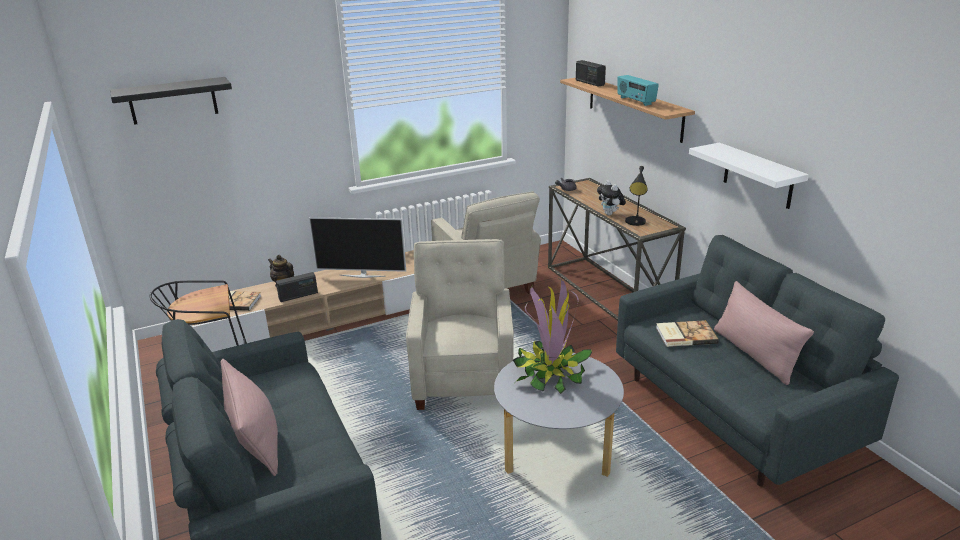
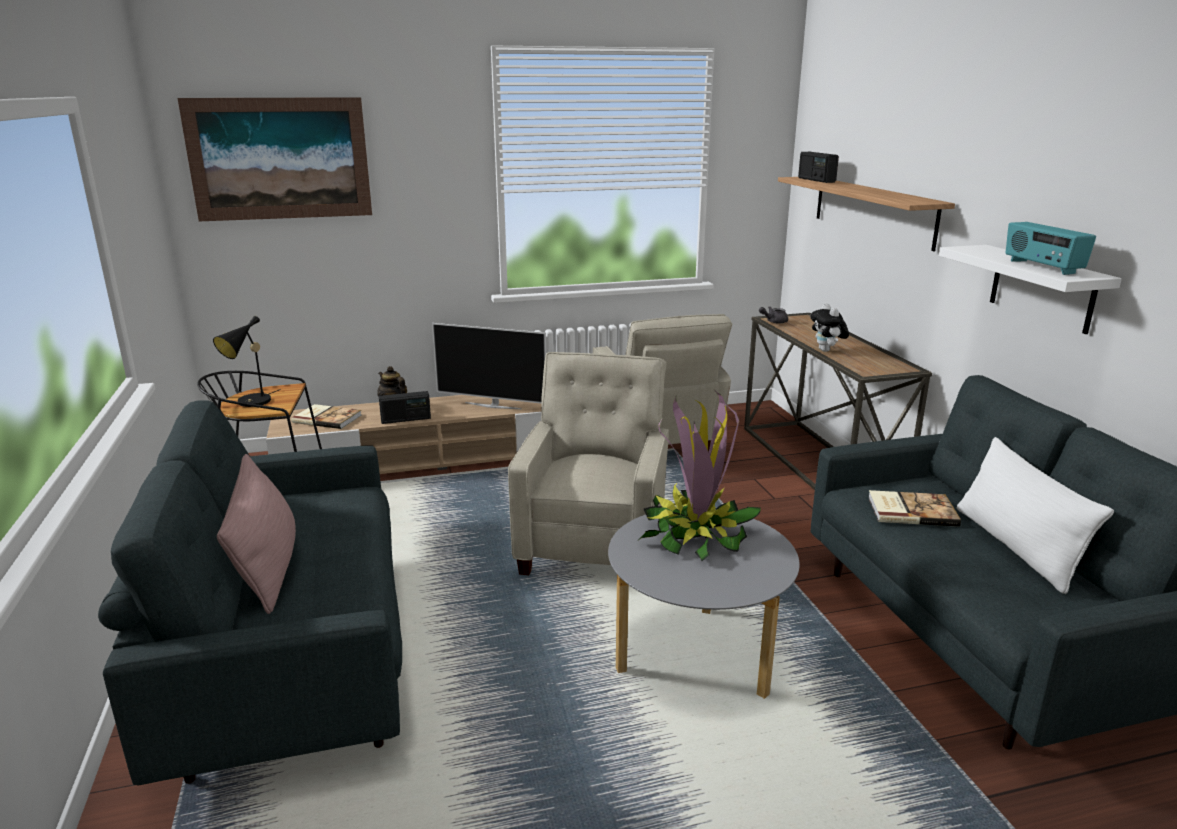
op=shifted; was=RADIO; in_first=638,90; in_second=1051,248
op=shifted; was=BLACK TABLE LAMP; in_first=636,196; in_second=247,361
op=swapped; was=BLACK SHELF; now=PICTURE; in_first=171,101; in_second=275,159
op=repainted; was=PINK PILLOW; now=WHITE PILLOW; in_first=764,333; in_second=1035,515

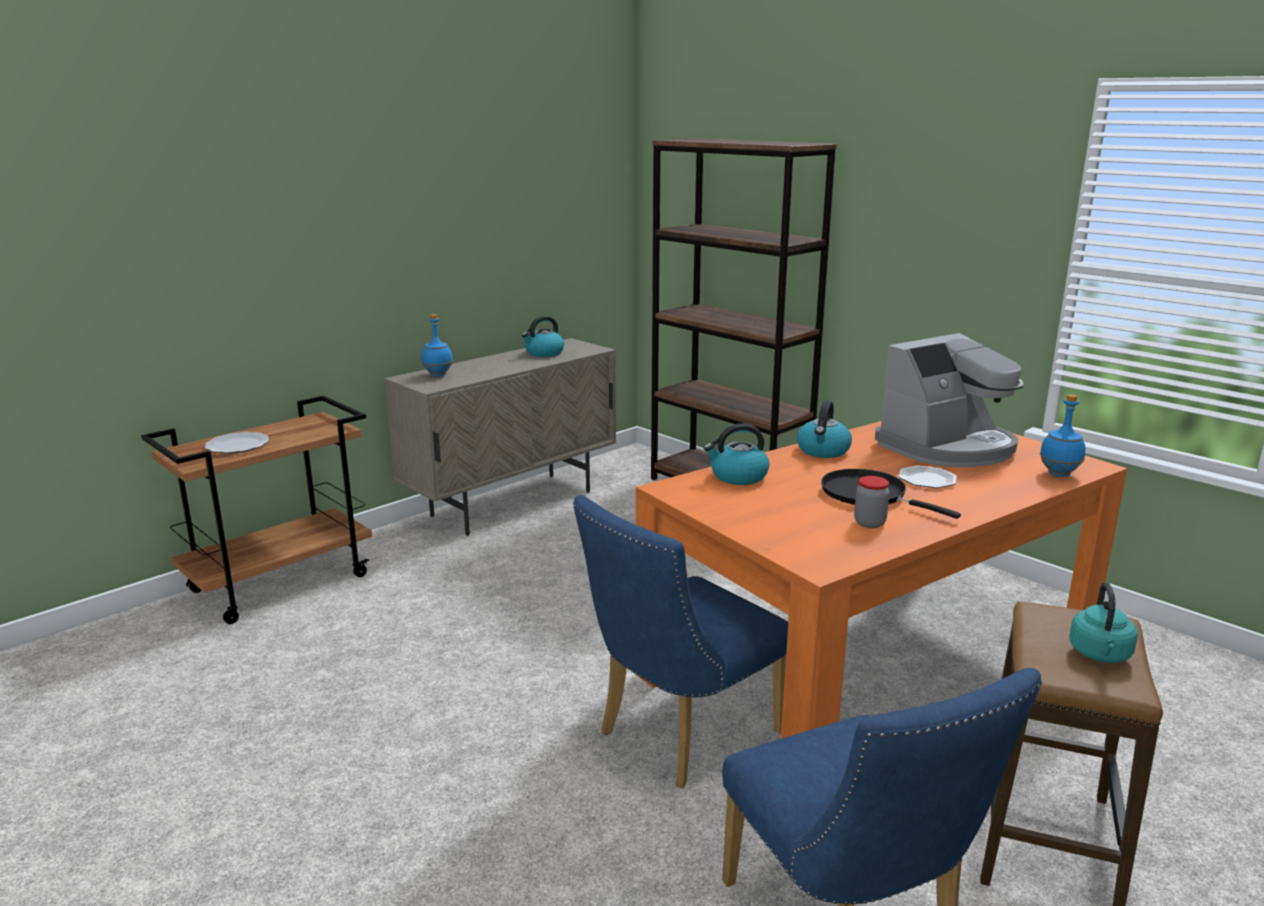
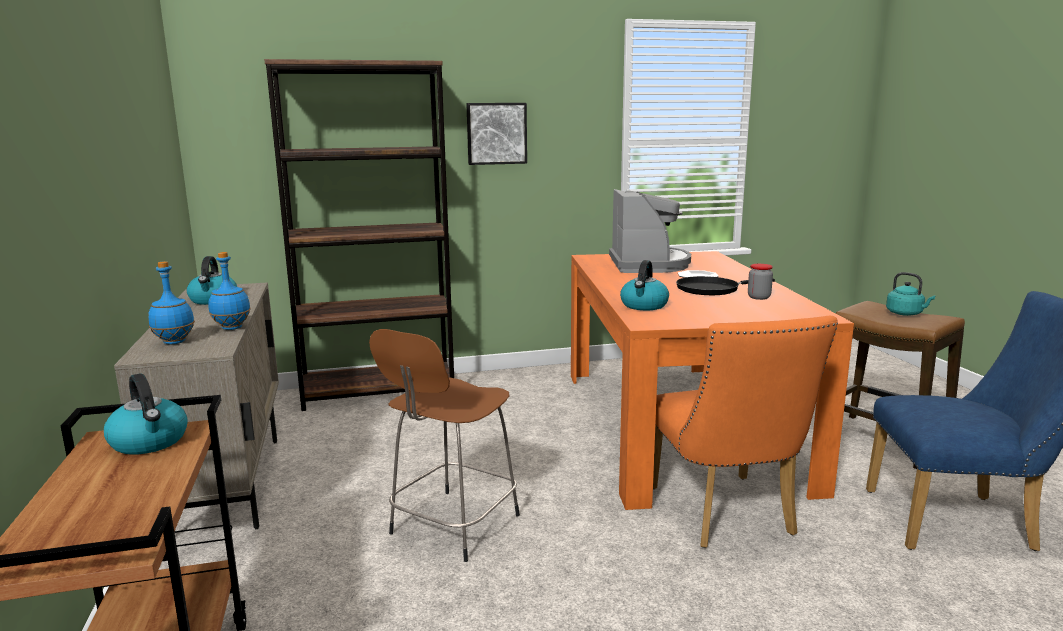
op=gone; was=PLATE; in_first=237,443
op=new; now=BROWN STOOL; in_second=444,445
op=new; now=PICTURE; in_second=496,134
op=shifted; was=KETTLE; in_first=824,429; in_second=146,414
op=shifted; was=BLUE BOTTLE; in_first=1063,435; in_second=229,291
op=repainted; was=BLUE CHAIR; now=ORANGE CHAIR; in_first=680,641; in_second=745,432

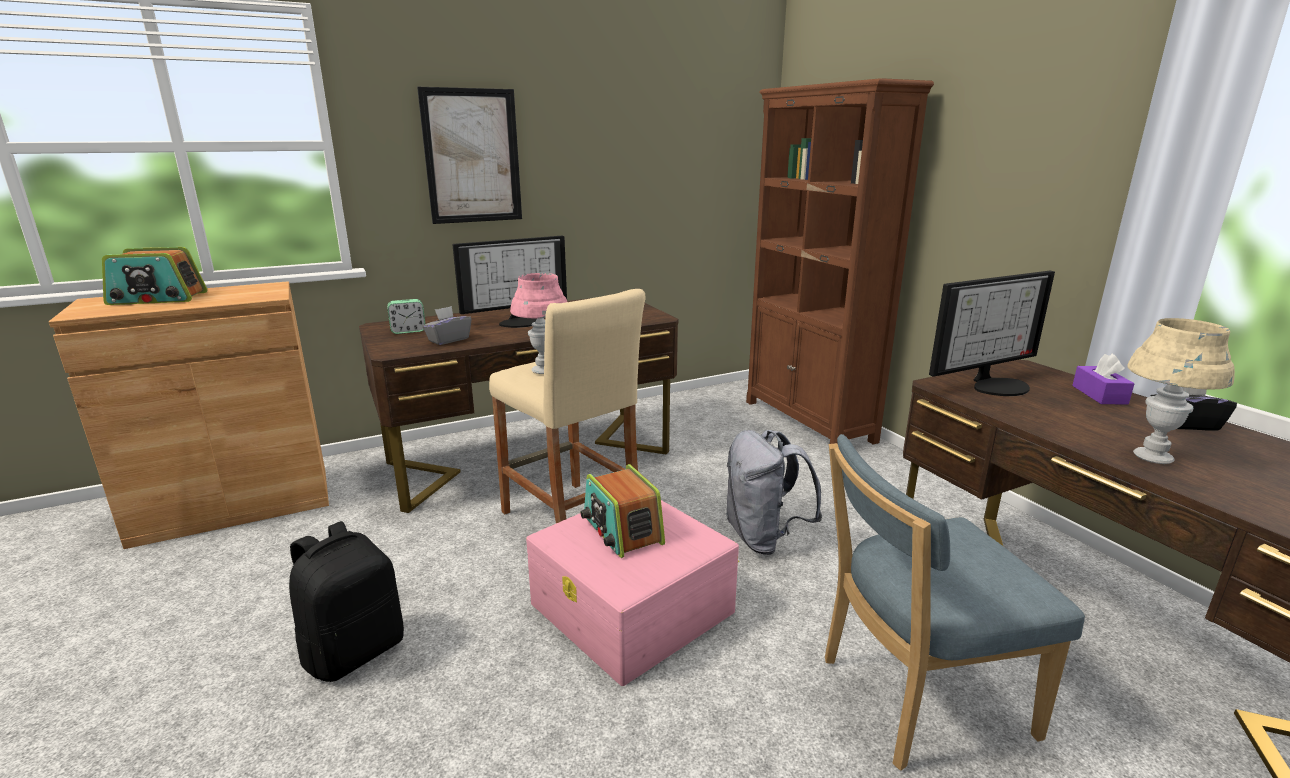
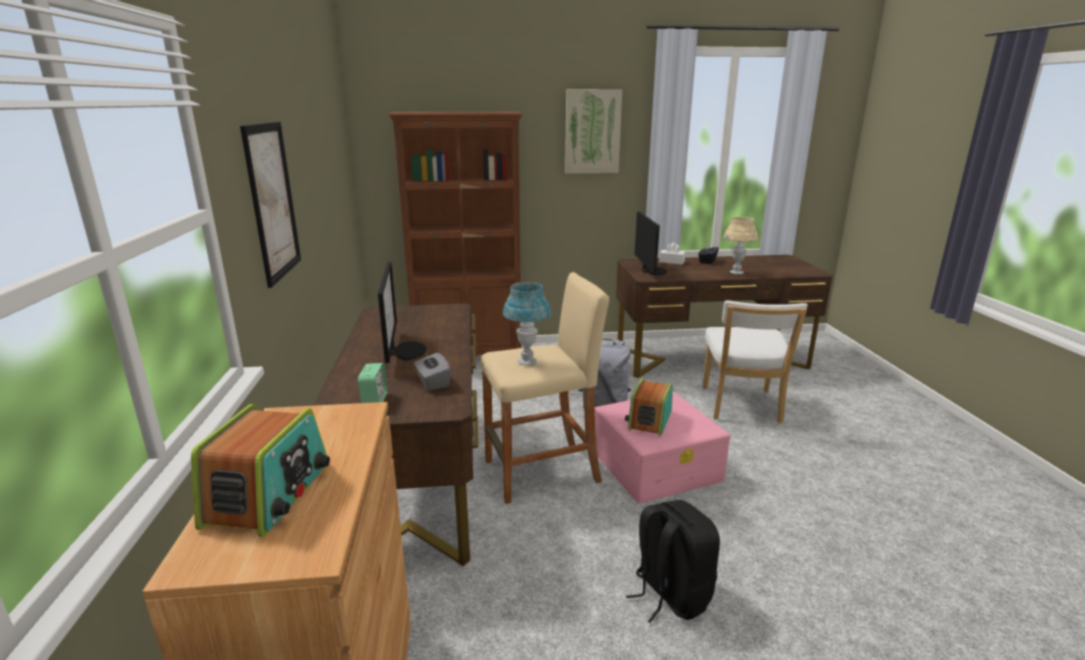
op=new; now=PICTURE; in_second=593,131
op=repainted; was=PINK TABLE LAMP; now=BLUE TABLE LAMP; in_first=538,323; in_second=527,323
op=repainted; was=BLUE CHAIR; now=WHITE CHAIR; in_first=955,602; in_second=755,361
op=repainted; was=PURPLE TISSUE BOX; now=WHITE TISSUE BOX; in_first=1103,379; in_second=672,253
op=rotated; was=RADIO; in_first=623,511; in_second=649,407; clockwise=120

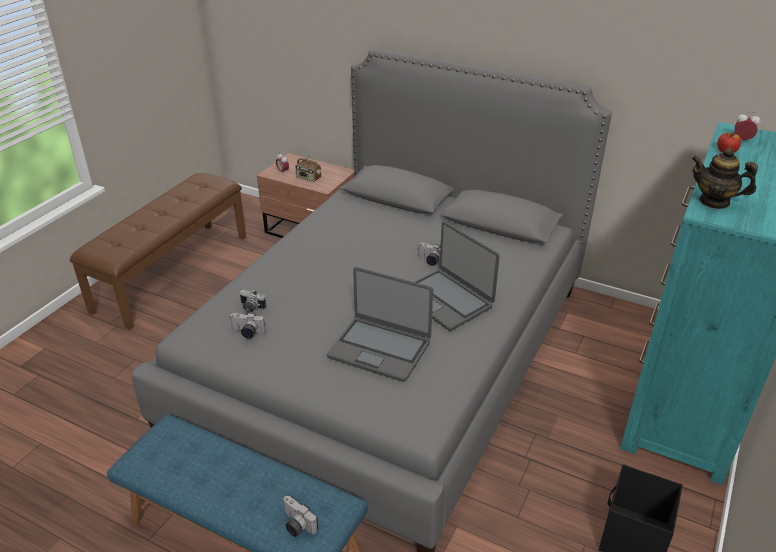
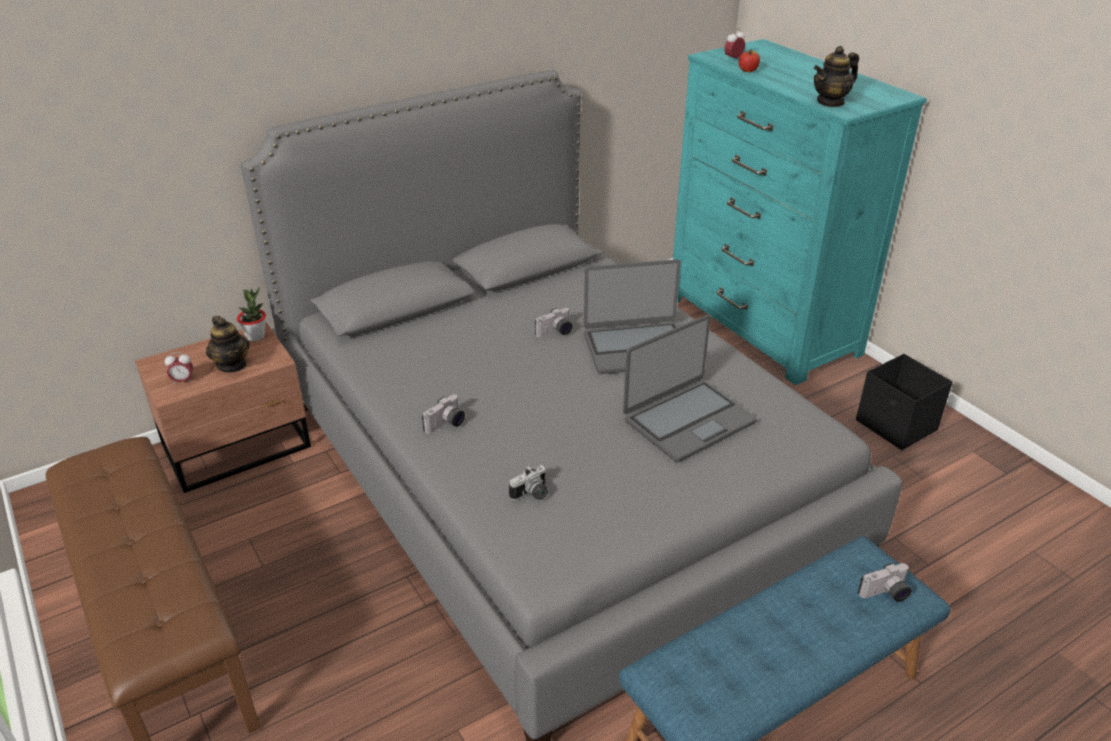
op=new; now=POTTED PLANT; in_second=251,314
op=shifted; was=PHOTO CAMERA; in_first=247,325; in_second=443,414
op=swapped; was=RADIO; now=TEAPOT; in_first=308,167; in_second=228,344

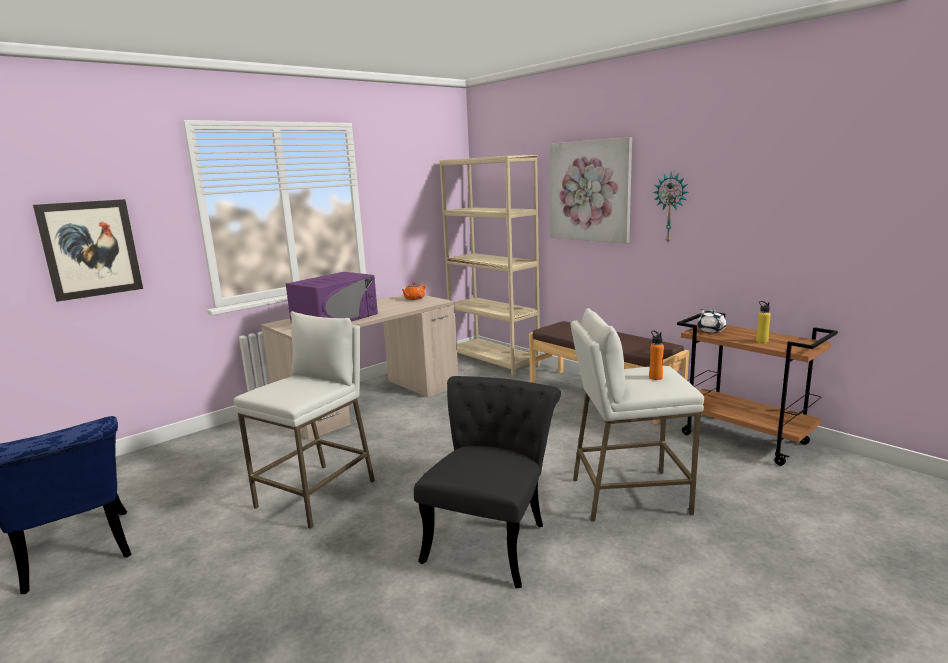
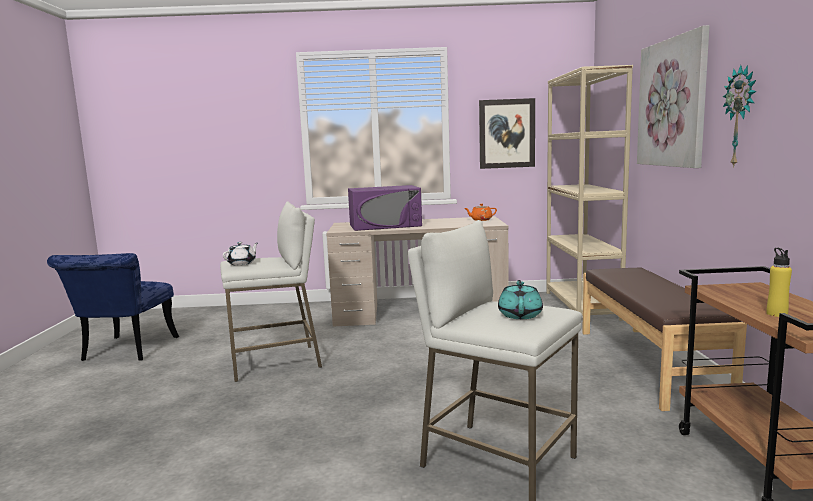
op=gone; was=BLACK CHAIR; in_first=487,482
op=shifted; was=PICTURE; in_first=88,250; in_second=507,133
op=shifted; was=WHITE TEAPOT; in_first=711,321; in_second=240,253
op=swapped; was=ORANGE BOTTLE; now=TURQUOISE TEAPOT; in_first=656,355; in_second=520,299

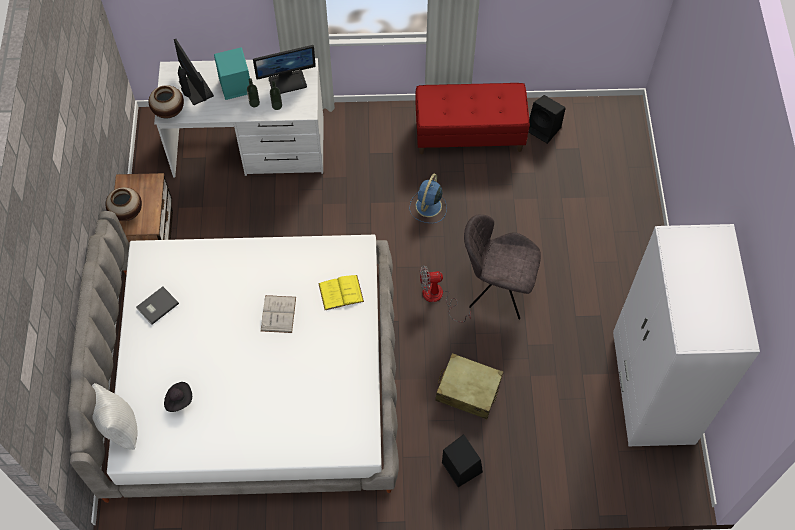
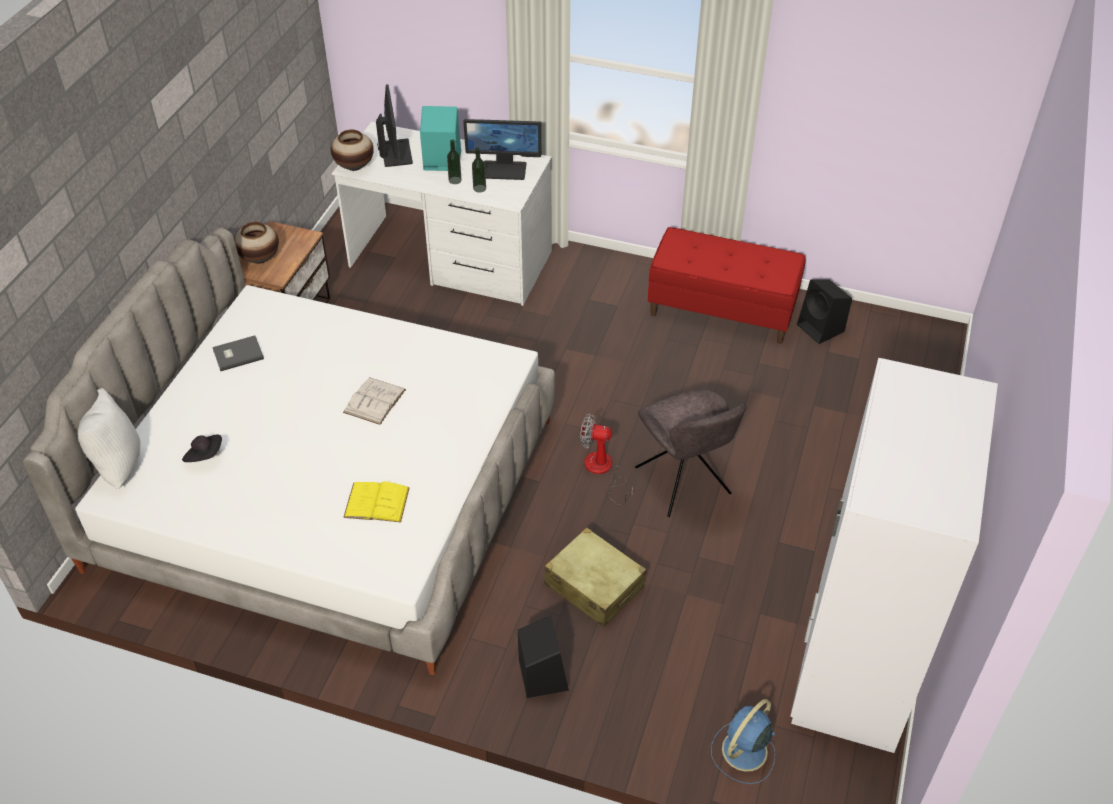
op=shifted; was=YELLOW BOOK; in_first=341,292; in_second=376,502
op=shifted; was=BLUE FAN; in_first=428,198; in_second=743,741
op=rotated; was=GREY CHAIR; in_first=502,267; in_second=691,453; clockwise=-150

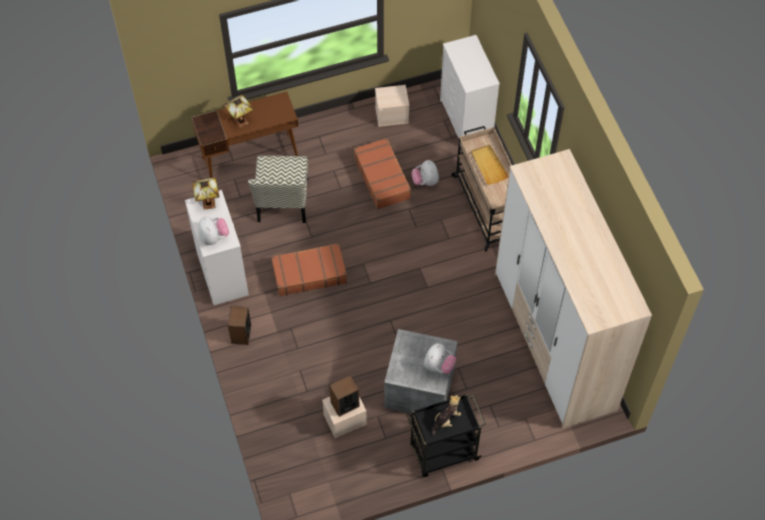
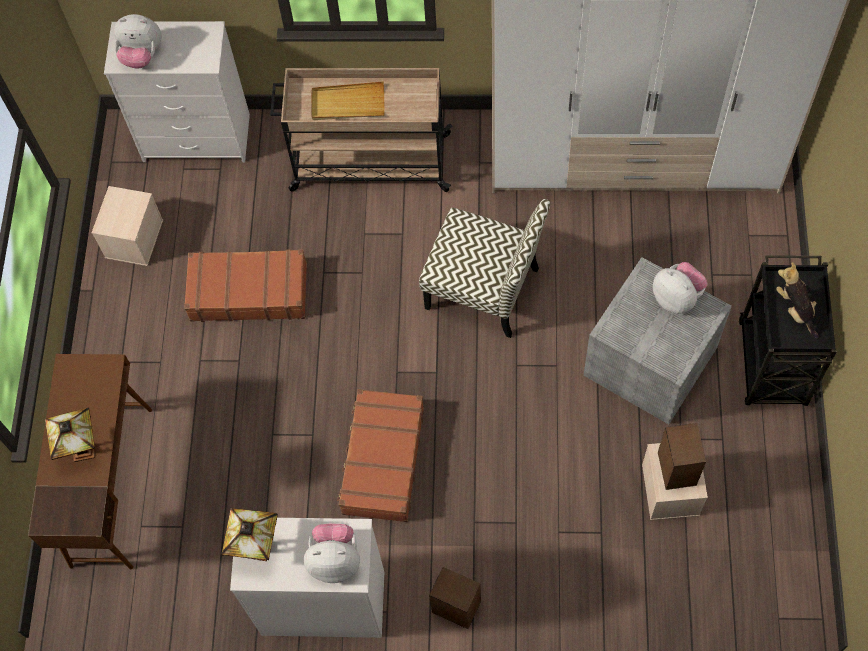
op=shifted; was=CHAIR; in_first=278,189; in_second=484,268
op=shifted; was=PLUSH TOY; in_first=425,173; in_second=138,41

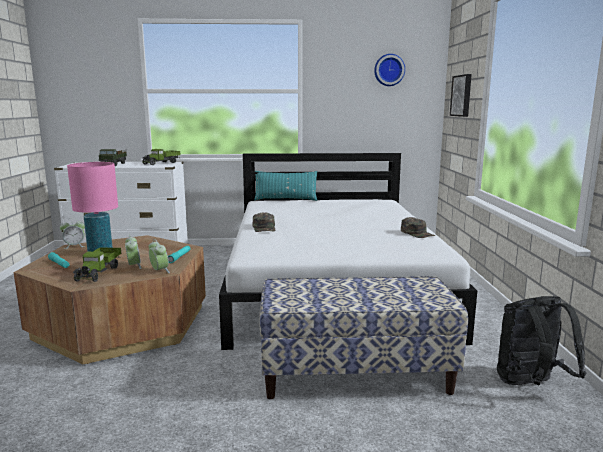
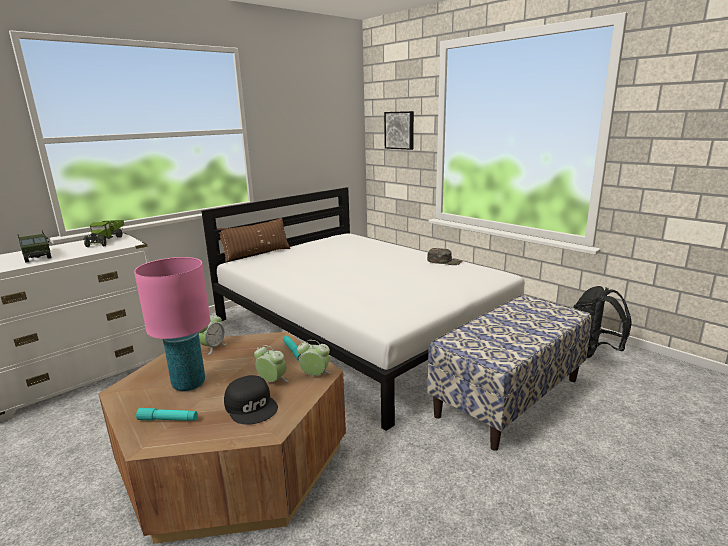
op=gone; was=GREEN CAP; in_first=264,222
op=gone; was=WALL CLOCK; in_first=389,70
op=shifted; was=ALARM CLOCK; in_first=72,233; in_second=212,334
op=swapped; was=TOY TRUCK; now=BLACK CAP; in_first=97,264; in_second=251,400
op=repainted; was=TURQUOISE PILLOW; now=BROWN PILLOW; in_first=285,186; in_second=253,240

